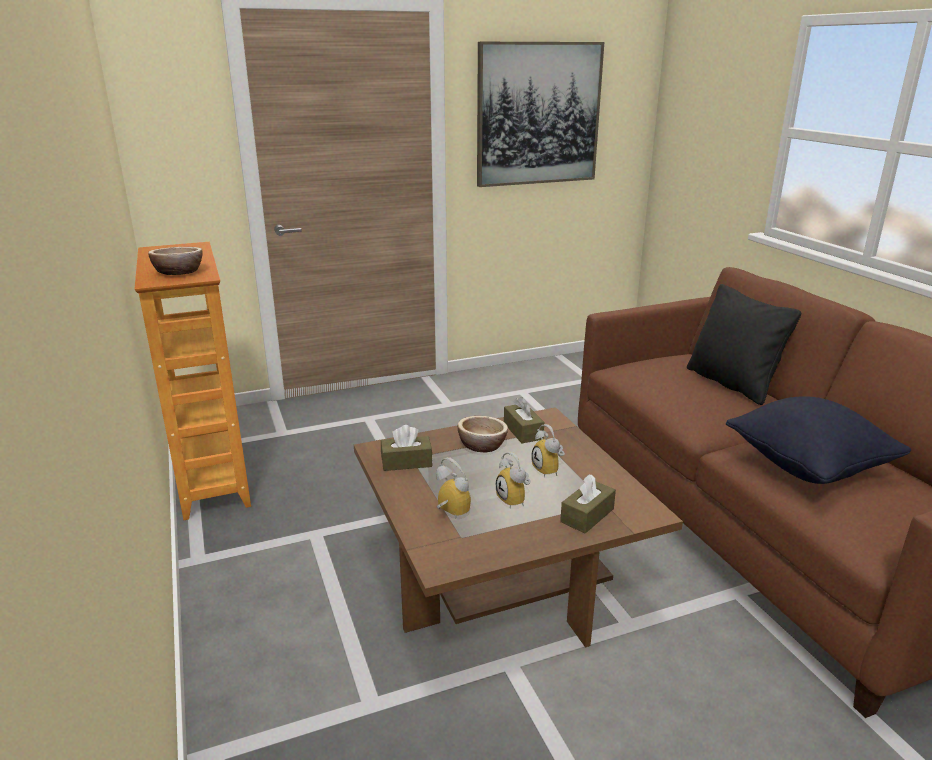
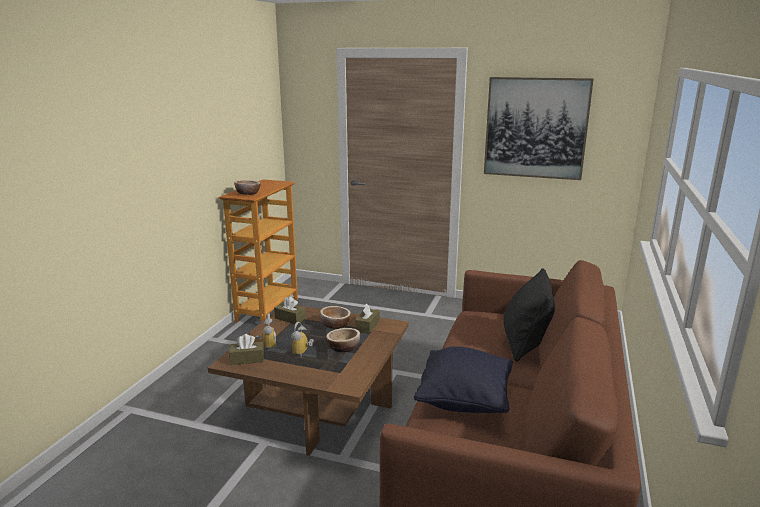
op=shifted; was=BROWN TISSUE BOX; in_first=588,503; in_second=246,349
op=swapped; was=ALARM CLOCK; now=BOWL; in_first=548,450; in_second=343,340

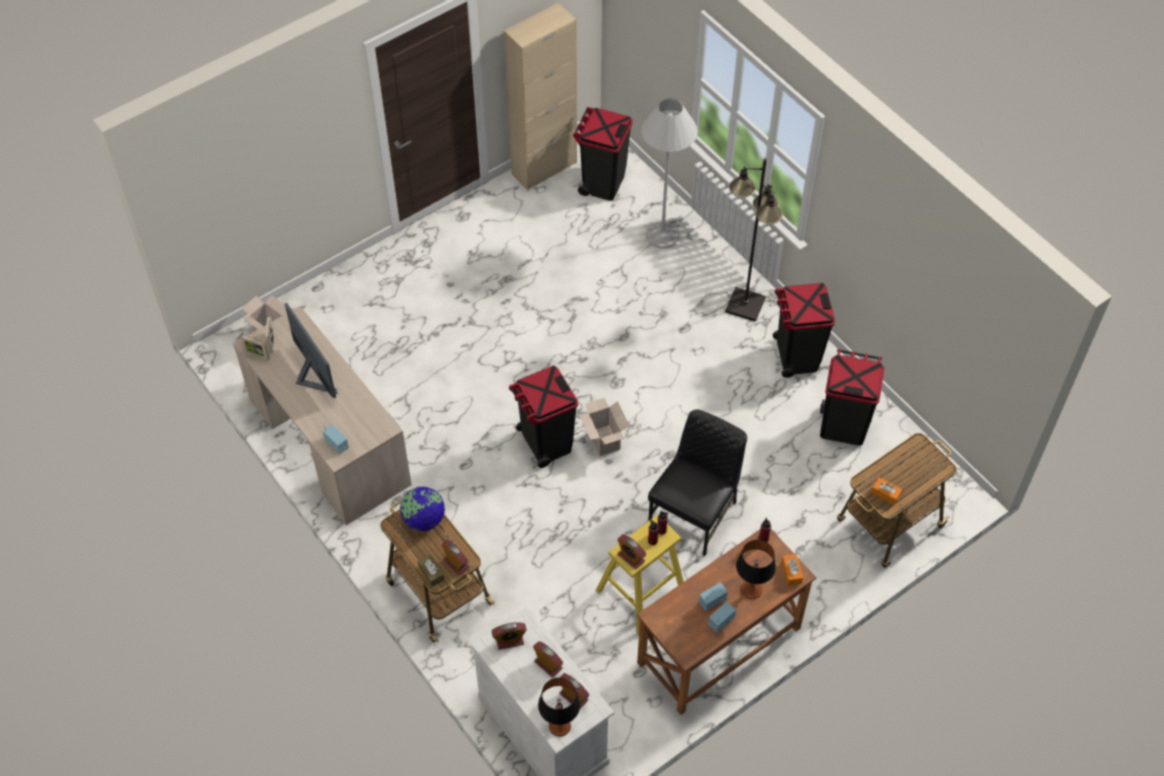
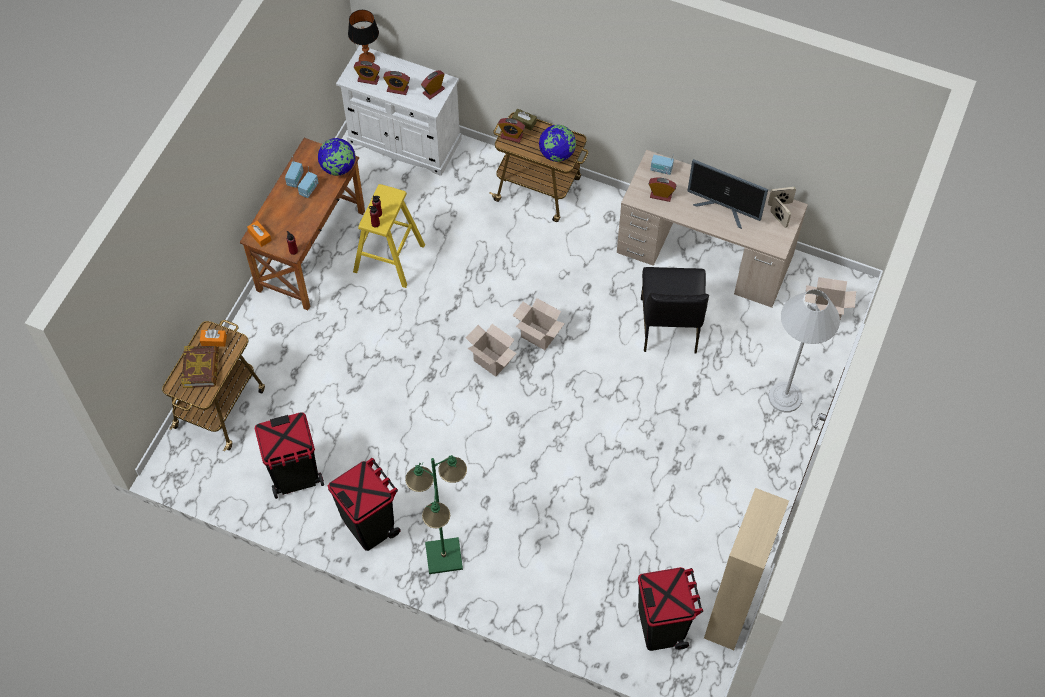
op=gone; was=TABLE LAMP; in_first=756,569
op=new; now=BOOK; in_second=200,367
op=new; now=GLOBE; in_second=337,157
op=shifted; was=ALARM CLOCK; in_first=632,551; in_second=662,190
op=shifted; was=WHITE FLOOR LAMP; in_first=669,173; in_second=804,350
op=shifted; was=BLACK CHAIR; in_first=697,482; in_second=675,310
op=swapped; was=BLACK TRASH CAN; now=CARDBOARD BOX; in_first=543,417; in_second=538,324
op=repainted; was=BLACK FLOOR LAMP; now=GREEN FLOOR LAMP; in_first=754,240; in_second=436,514

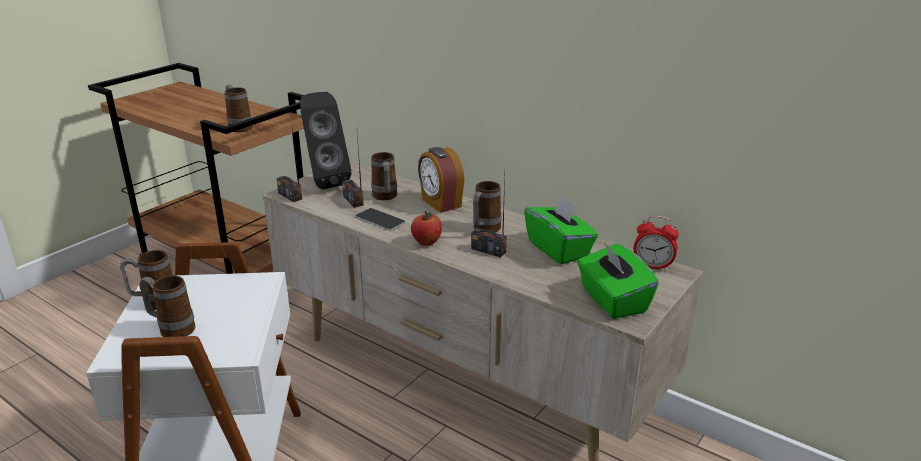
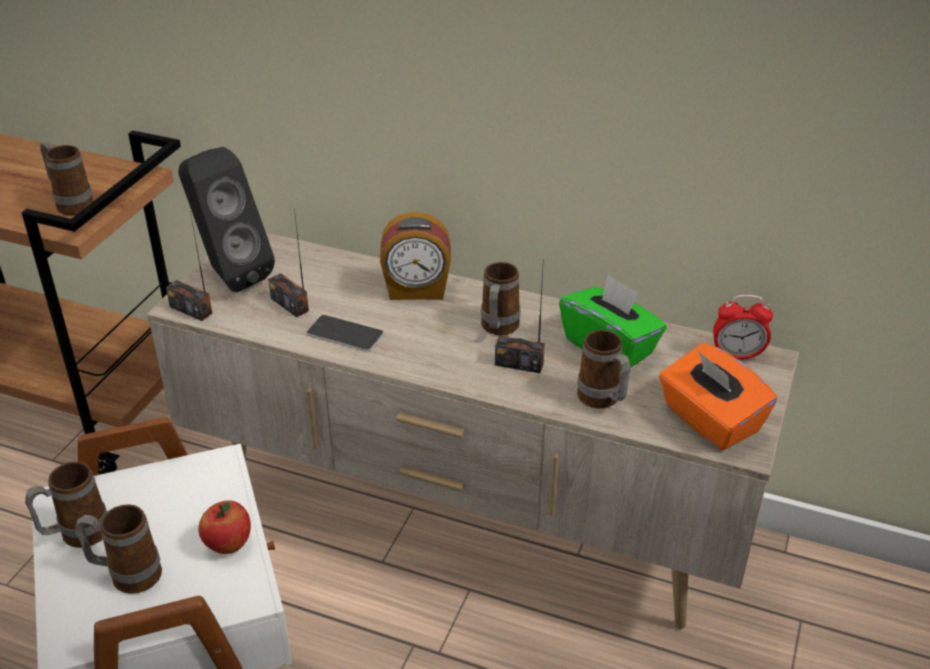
op=shifted; was=MUG; in_first=384,176; in_second=604,369
op=shifted; was=APPLE; in_first=426,228; in_second=225,527
op=repainted; was=GREEN TISSUE BOX; now=ORANGE TISSUE BOX; in_first=618,280; in_second=718,396
op=rotated; was=ALARM CLOCK; in_first=441,180; in_second=415,256; clockwise=-45

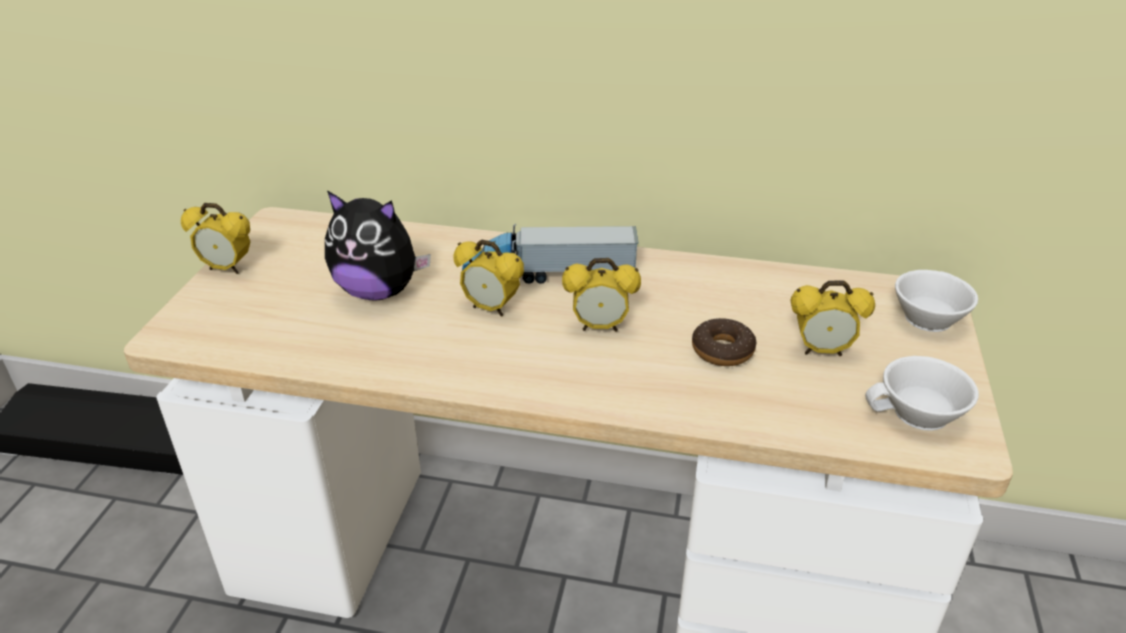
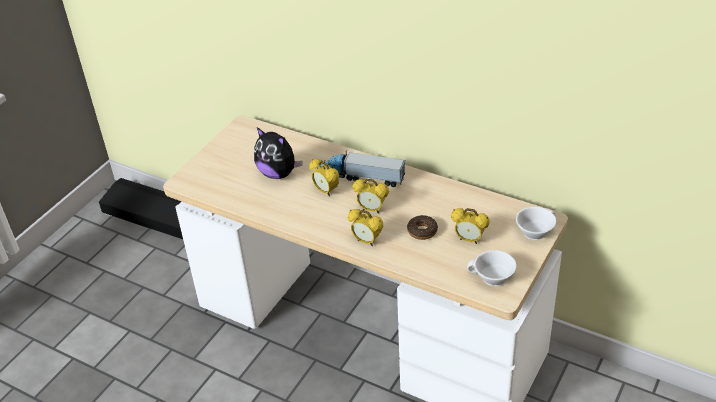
op=shifted; was=ALARM CLOCK; in_first=215,238; in_second=365,227

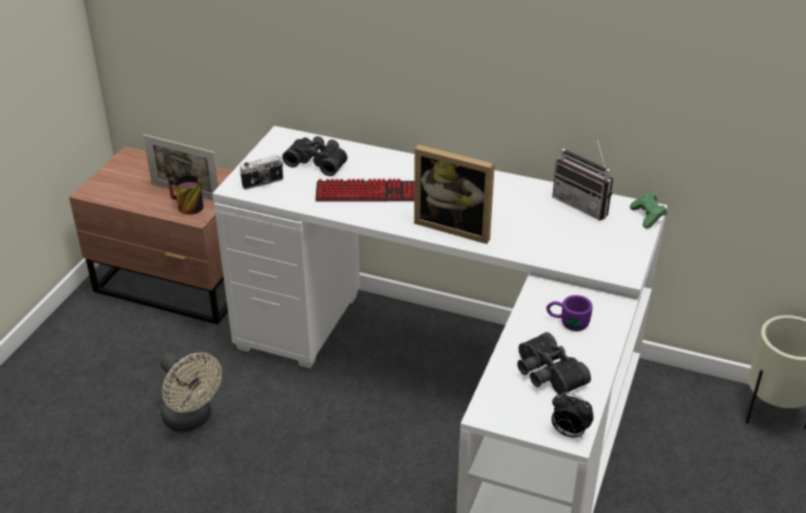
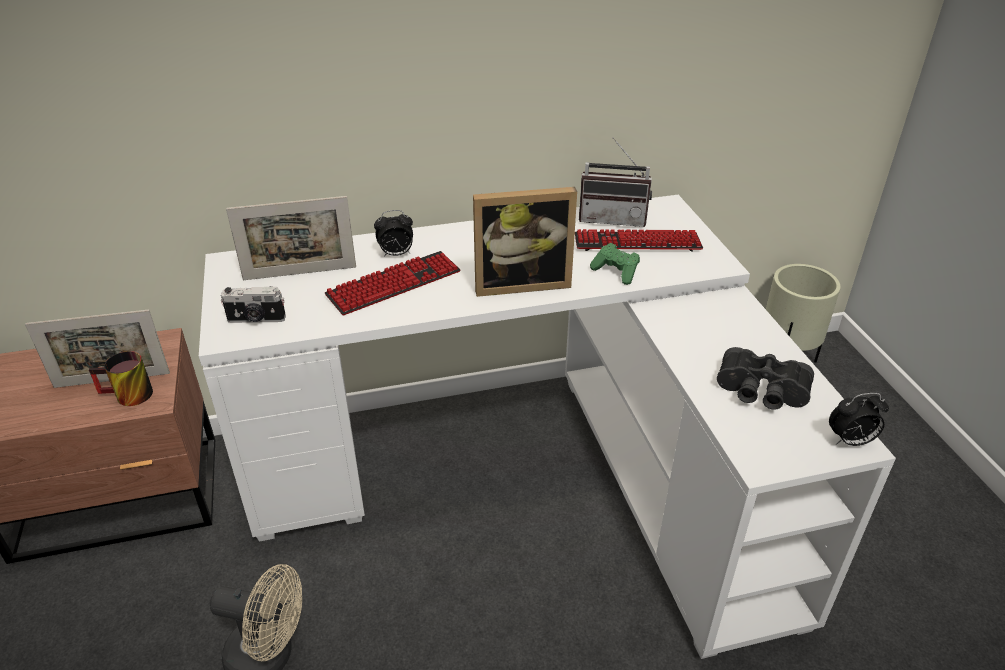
op=gone; was=PURPLE MUG; in_first=569,313
op=new; now=ALARM CLOCK; in_second=393,233
op=new; now=KEYBOARD; in_second=639,240
op=shifted; was=GREEN GAME CONTROLLER; in_first=648,211; in_second=615,264
op=swapped; was=BLACK BINOCULARS; now=PICTURE FRAME; in_first=314,156; in_second=291,238
op=rotated; was=PHOTO CAMERA; in_first=261,172; in_second=253,304; clockwise=60

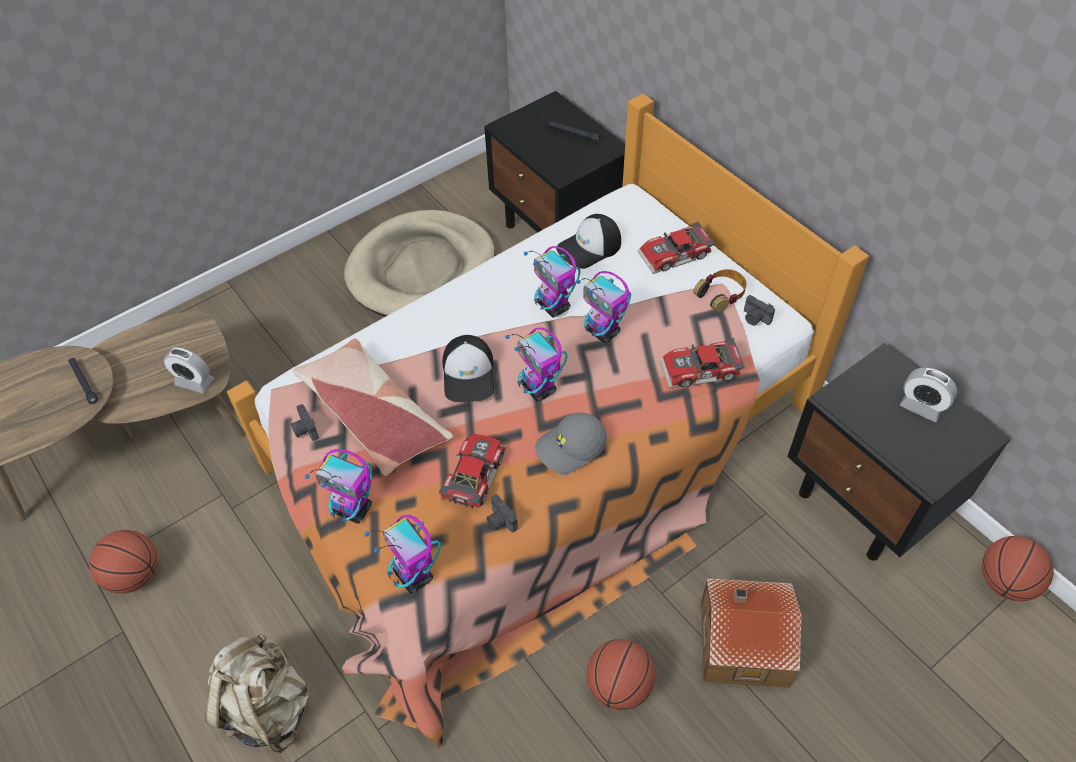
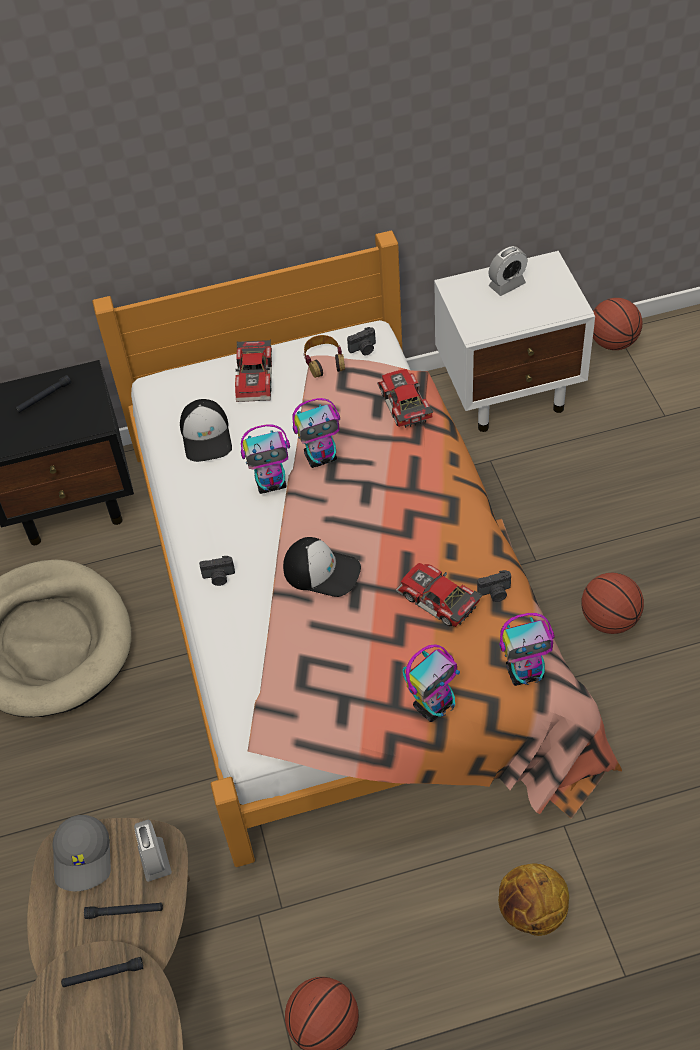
op=gone; was=PILLOW; in_first=373,407
op=gone; was=TOY ROBOT; in_first=536,364
op=gone; was=TOY HOUSE; in_first=751,633
op=new; now=BLACK FLASHLIGHT; in_second=123,911
op=shifted; was=PHOTO CAMERA; in_first=305,422; in_second=217,571
op=shifted; was=GREY CAP; in_first=571,443; in_second=81,853
op=swapped; was=BEIGE BACKPACK; now=BASKETBALL; in_first=257,693; in_second=533,900
op=repainted; was=BLACK NIGHTSTAND; now=WHITE NIGHTSTAND; in_first=898,452; in_second=514,341
op=rotated; was=ALARM CLOCK; in_first=189,370; in_second=153,851; clockwise=120
op=rotated; was=TOY CAR; in_first=702,363; in_second=405,398; clockwise=150

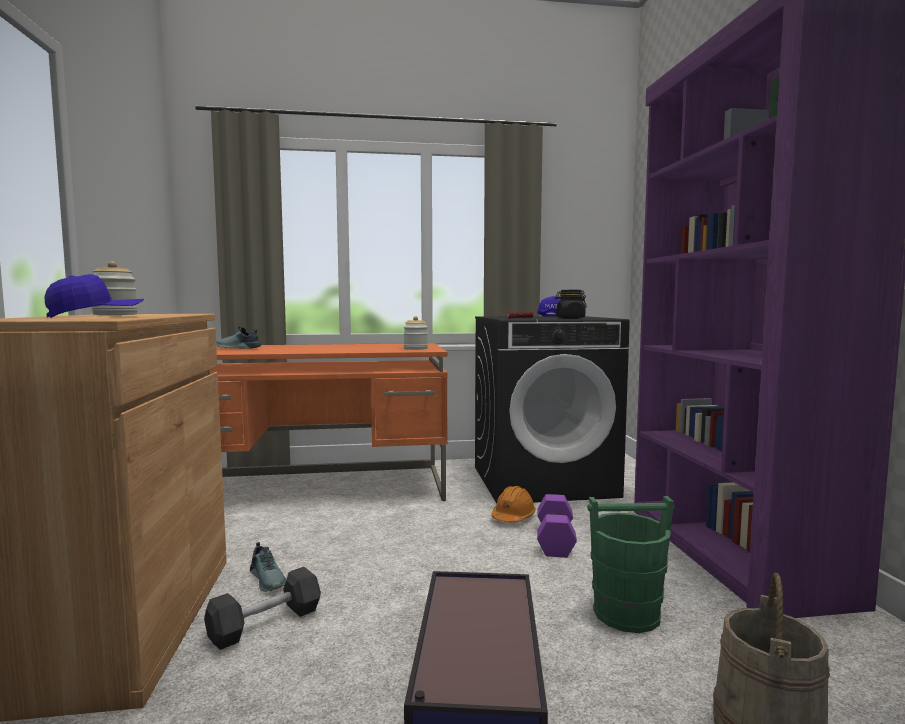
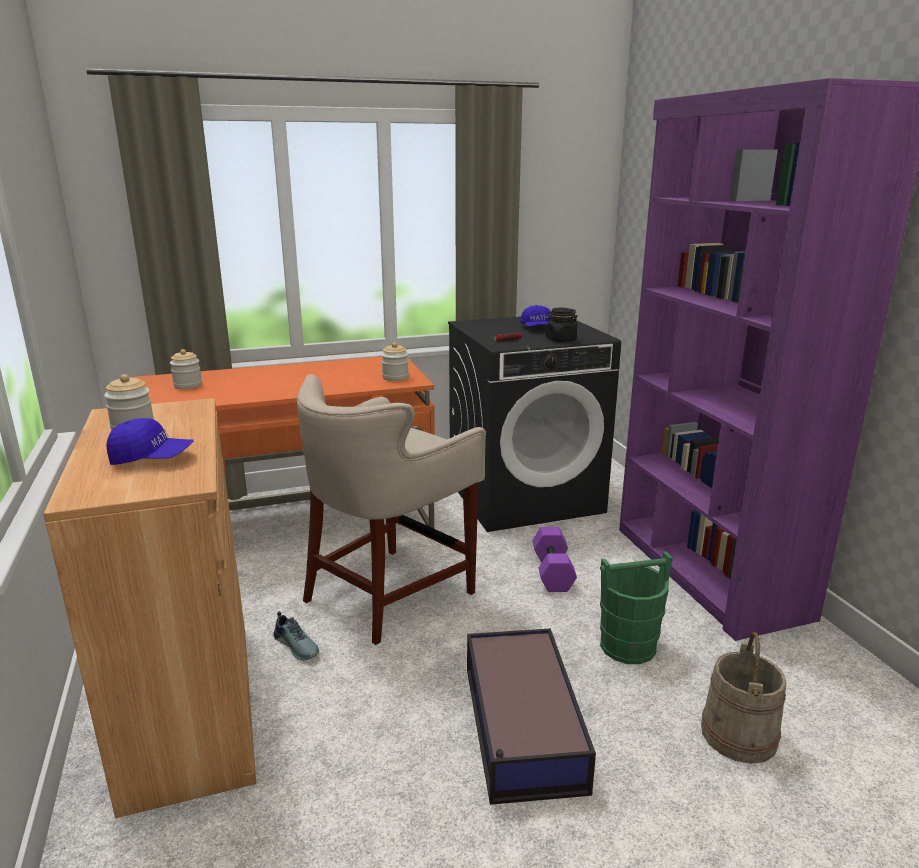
op=gone; was=BLACK DUMBBELL; in_first=262,608
op=gone; was=ORANGE HARD HAT; in_first=513,504
op=new; now=BEIGE STOOL; in_second=391,509
op=swapped; was=SHOE; now=JAR; in_first=238,337; in_second=186,369
op=rotated; was=BLUE CAP; in_first=94,296; in_second=150,441; clockwise=45

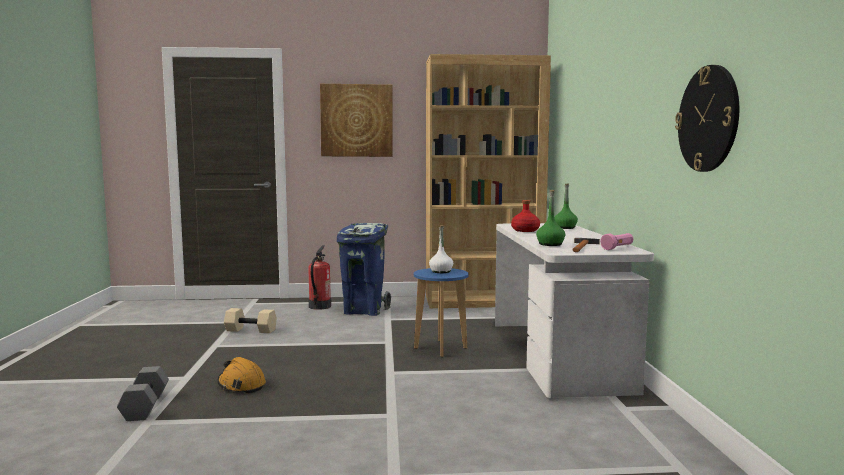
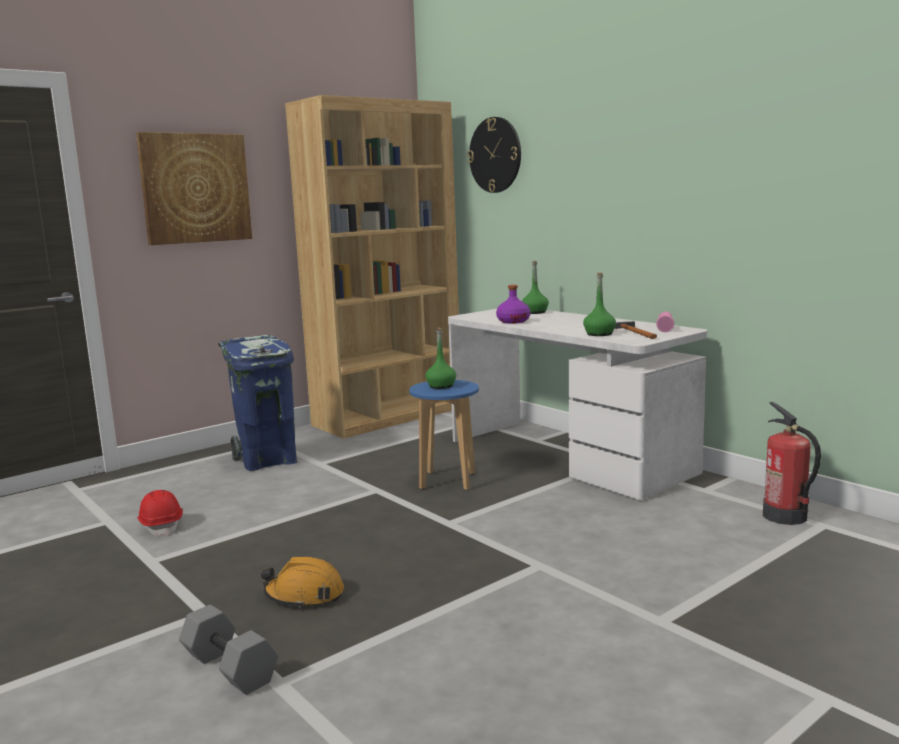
op=shifted; was=FIRE EXTINGUISHER; in_first=319,277; in_second=792,463
op=shifted; was=WALL CLOCK; in_first=707,118; in_second=494,155
op=swapped; was=BEIGE DUMBBELL; now=RED HARD HAT; in_first=250,320; in_second=160,513
op=repainted; was=WHITE BOTTLE; now=GREEN BOTTLE; in_first=441,249; in_second=440,358
op=repainted; was=RED BOTTLE; now=PURPLE BOTTLE; in_first=525,216; in_second=513,304

